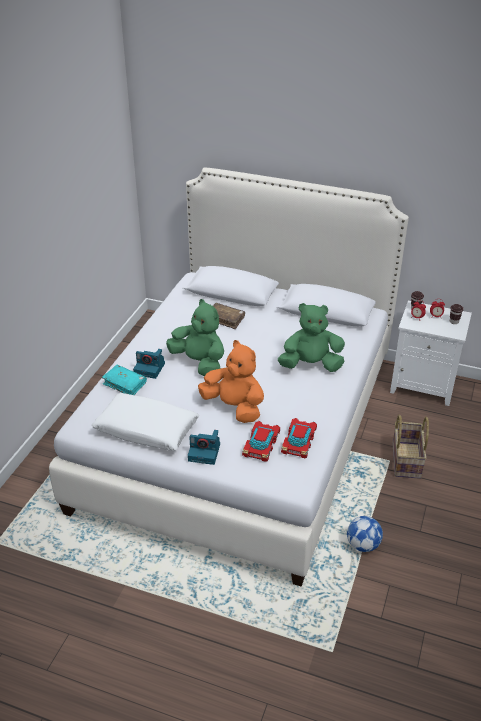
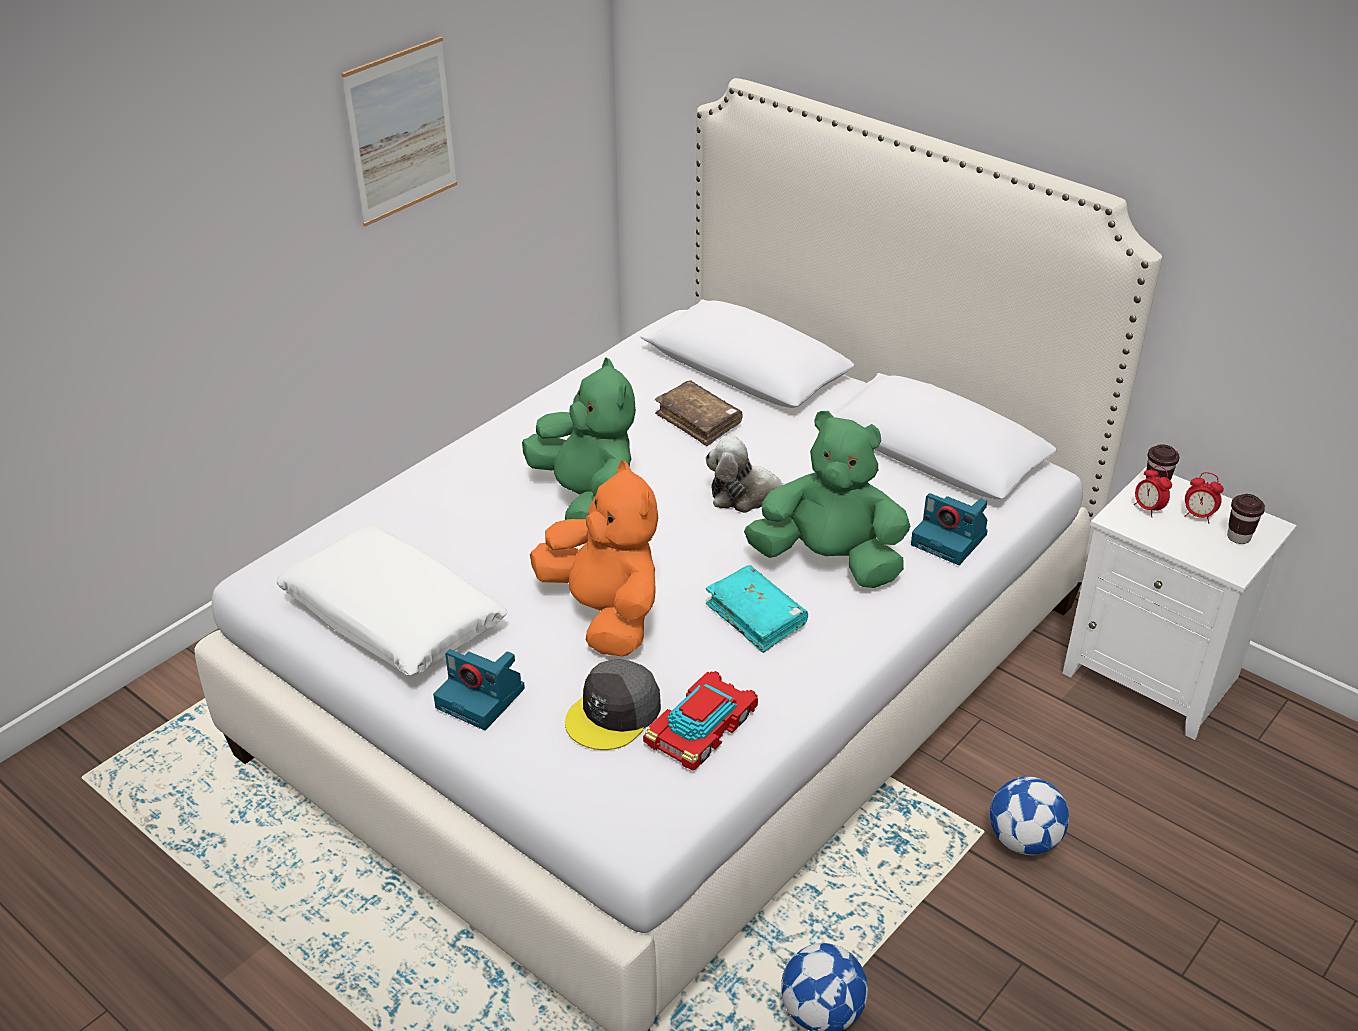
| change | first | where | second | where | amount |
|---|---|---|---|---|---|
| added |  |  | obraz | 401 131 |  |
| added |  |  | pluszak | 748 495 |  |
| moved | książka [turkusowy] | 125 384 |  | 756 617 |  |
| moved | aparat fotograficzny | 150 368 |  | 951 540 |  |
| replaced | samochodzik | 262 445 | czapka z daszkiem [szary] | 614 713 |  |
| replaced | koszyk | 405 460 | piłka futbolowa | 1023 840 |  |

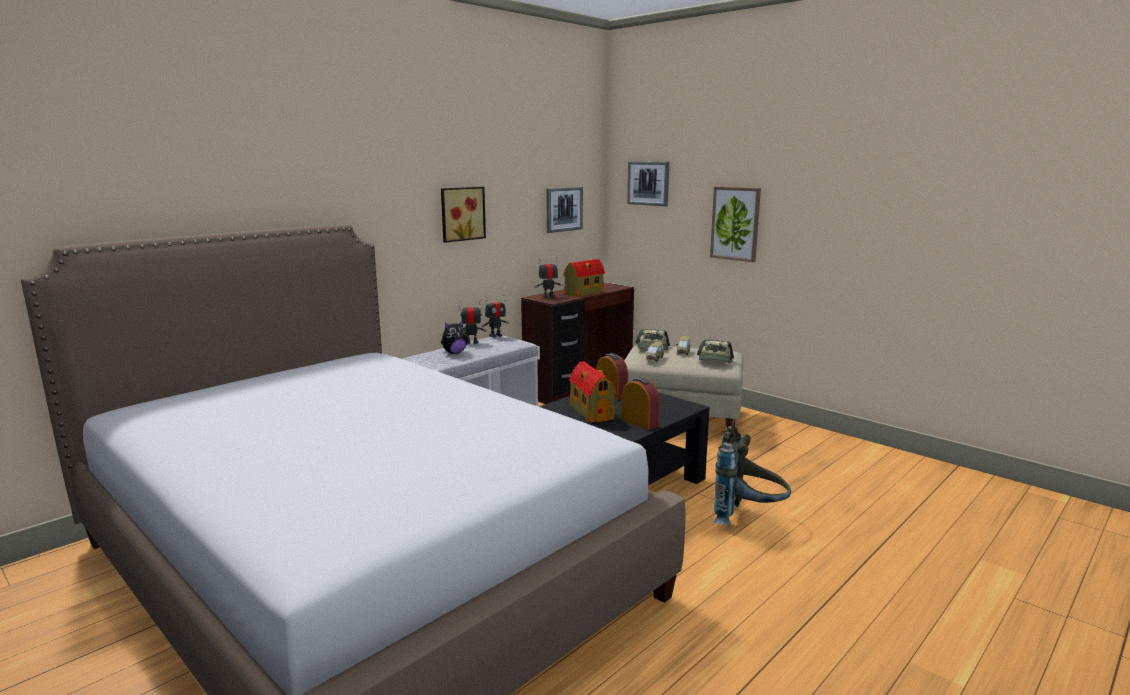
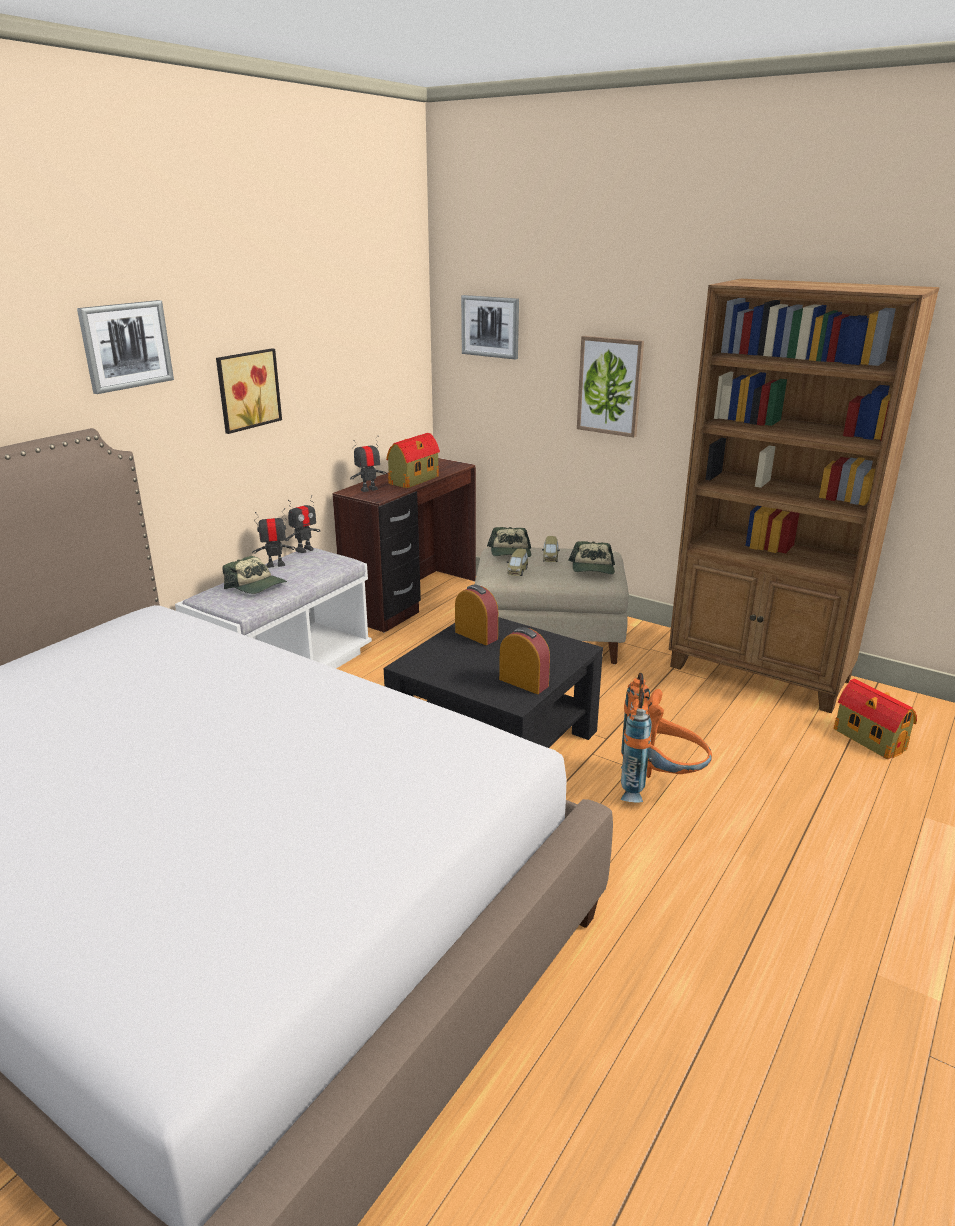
| change | first | where | second | where | amount |
|---|---|---|---|---|---|
| added |  |  | regał [brązowy] | 760 673 |  |
| moved | obraz | 563 209 |  | 126 345 |  |
| moved | domek | 591 411 |  | 868 738 |  |
| replaced | pluszak | 454 353 | czapka z daszkiem | 256 586 |  |
| recoloured | plecak [szary] | 747 518 | plecak [pomarańczowy] | 658 786 |  |

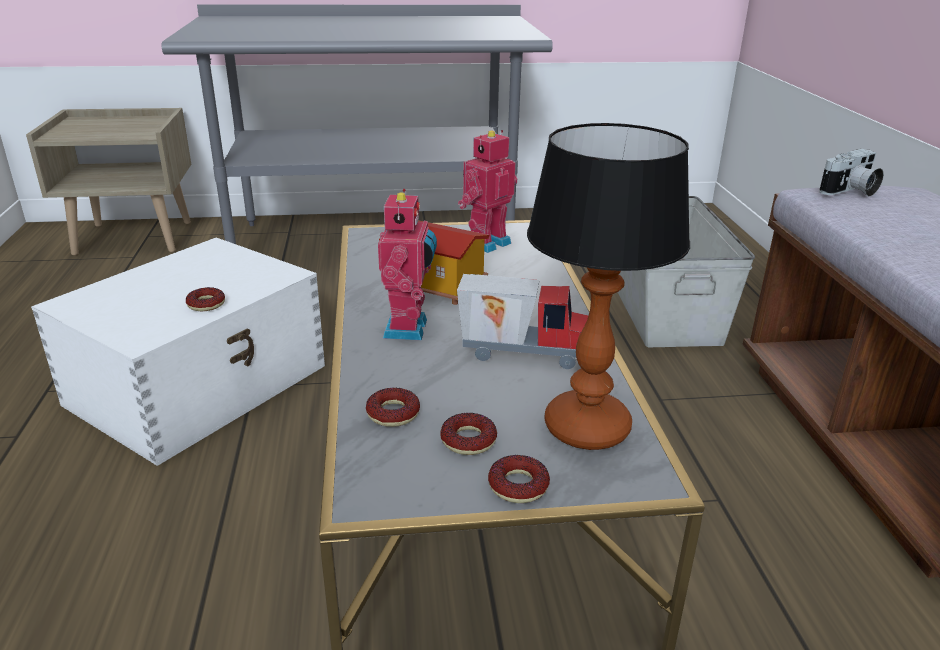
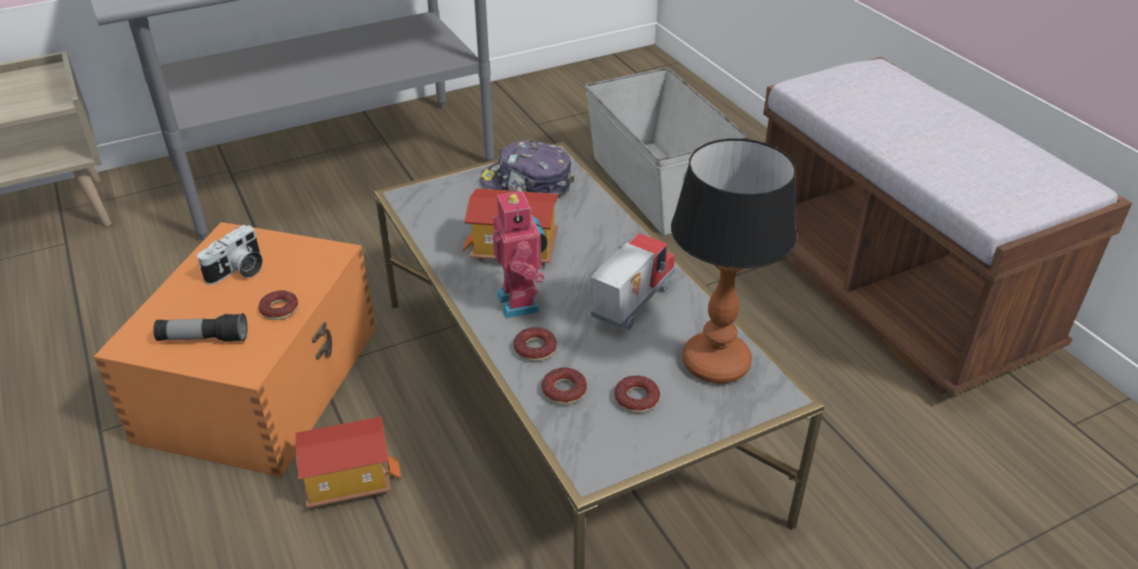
| change | first | where | second | where | amount |
|---|---|---|---|---|---|
| added |  |  | latarka | 203 339 |  |
| added |  |  | domek | 349 480 |  |
| moved | donut | 518 486 |  | 535 349 |  |
| moved | aparat fotograficzny | 850 191 |  | 238 271 |  |
| replaced | robot zabawkowy | 486 242 | czapka z daszkiem | 527 184 |  |
| recoloured | pojemnik do przechowywania [biały] | 201 384 | pojemnik do przechowywania [pomarańczowy] | 263 380 |  |
| turned | ciężarówka zabawkowa | 523 352 |  | 630 303 | 45 degrees counterclockwise |

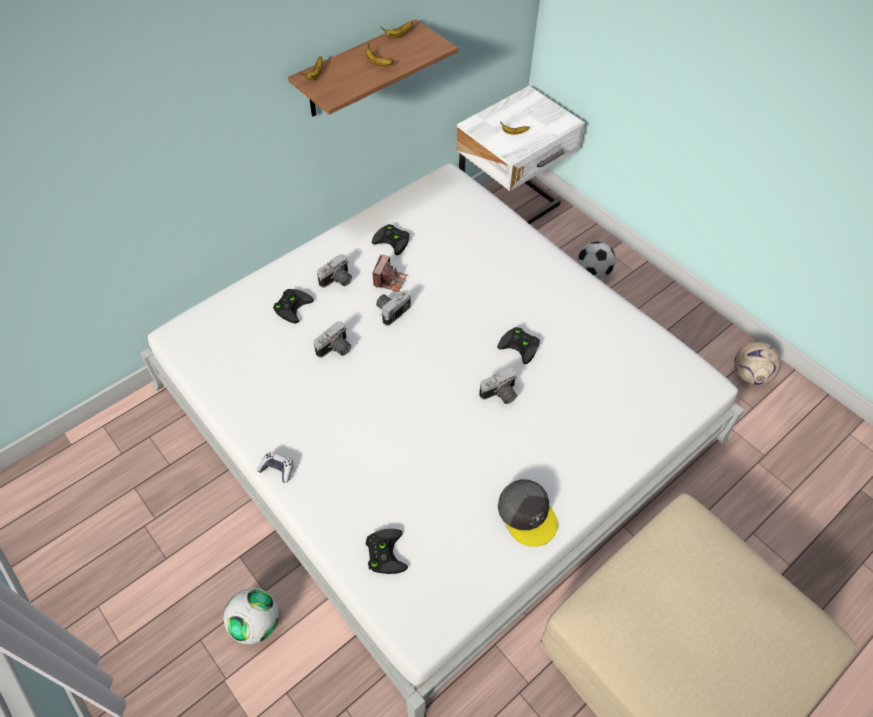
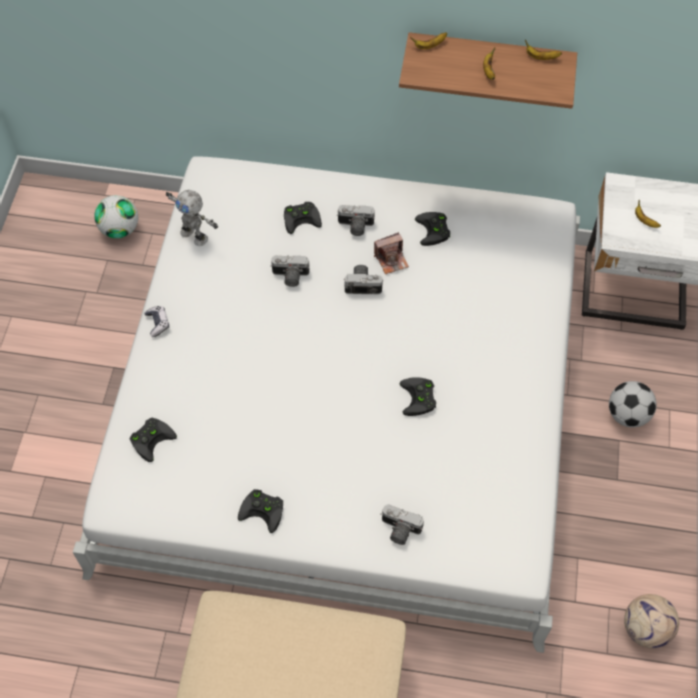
| change | first | where | second | where | amount |
|---|---|---|---|---|---|
| added |  |  | robot zabawkowy | 195 235 |  |
| moved | piłka futbolowa | 256 623 |  | 120 229 |  |
| moved | aparat fotograficzny | 500 395 |  | 399 530 |  |
| replaced | czapka z daszkiem [szary] | 527 514 | pad do gier [czarny] | 264 510 |  |

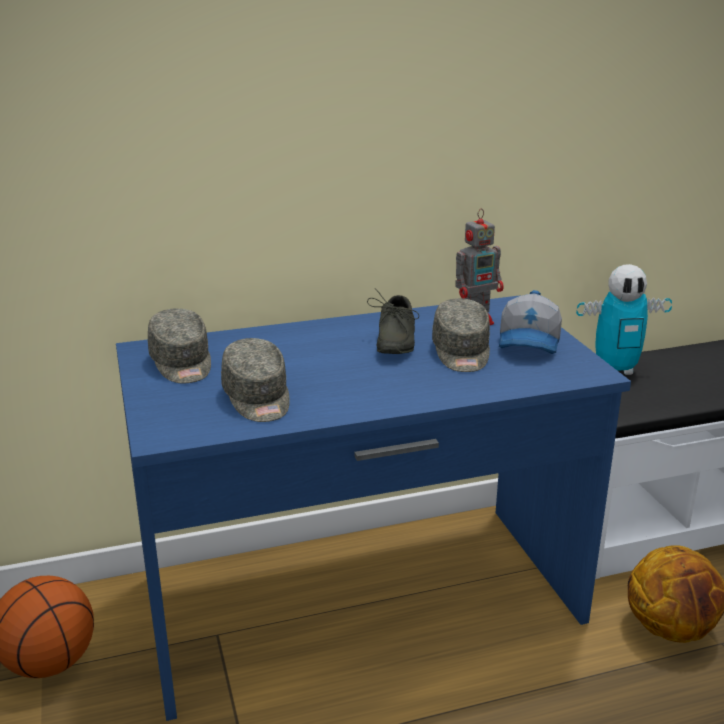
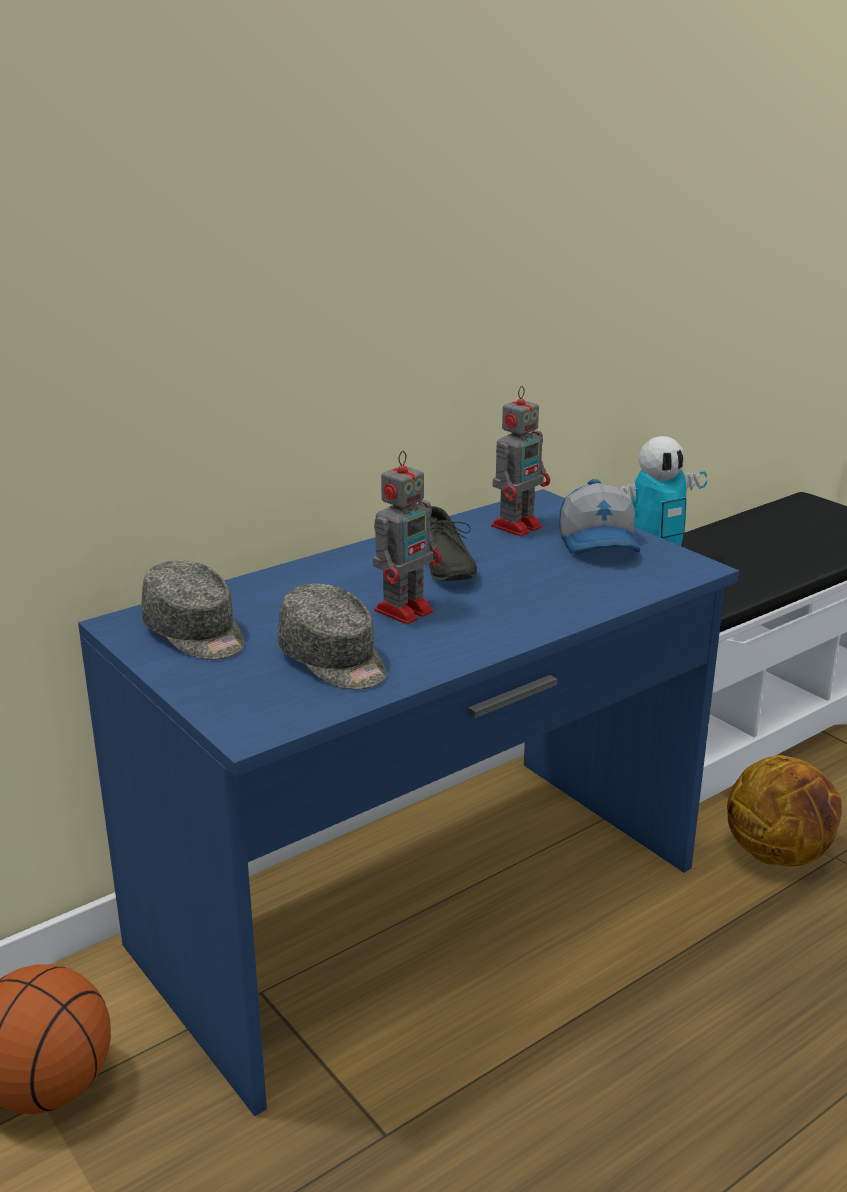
| change | first | where | second | where | amount |
|---|---|---|---|---|---|
| removed | czapka z daszkiem [szary] | 461 352 |  |  |  |
| added |  |  | robot zabawkowy | 405 610 |  |

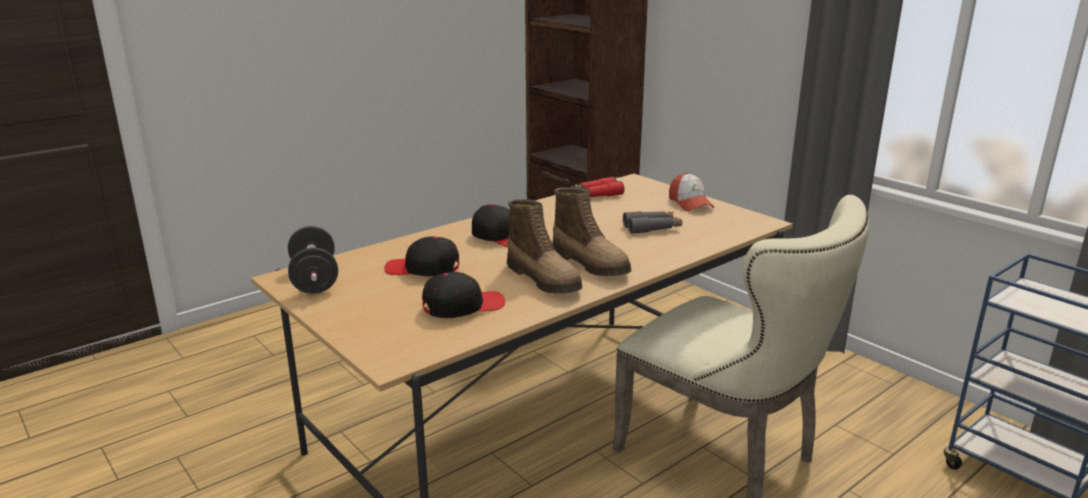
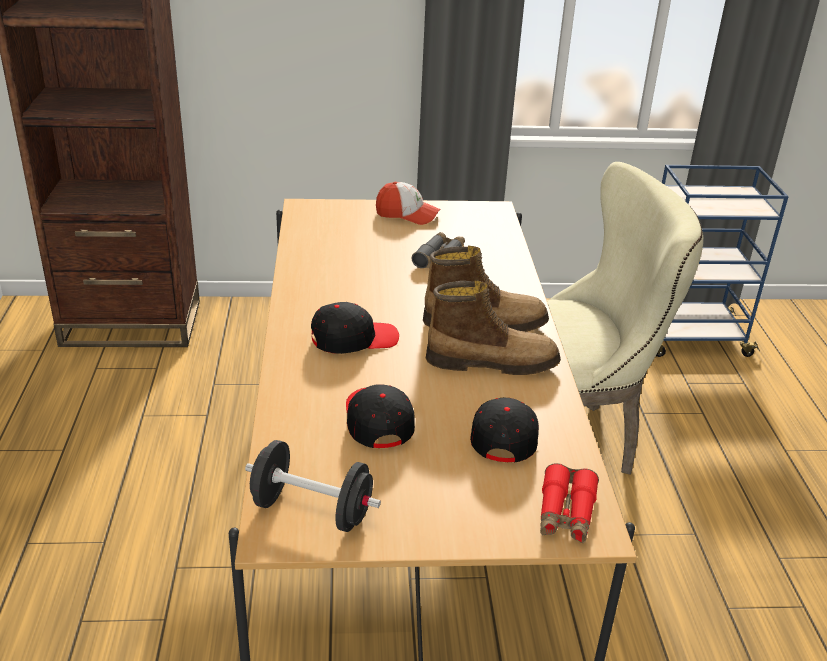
| change | first | where | second | where | amount |
|---|---|---|---|---|---|
| moved | lornetka [czerwony] | 596 195 |  | 565 513 |  |
| turned | czapka z daszkiem [czarny] | 423 269 |  | 377 421 | 120 degrees clockwise |

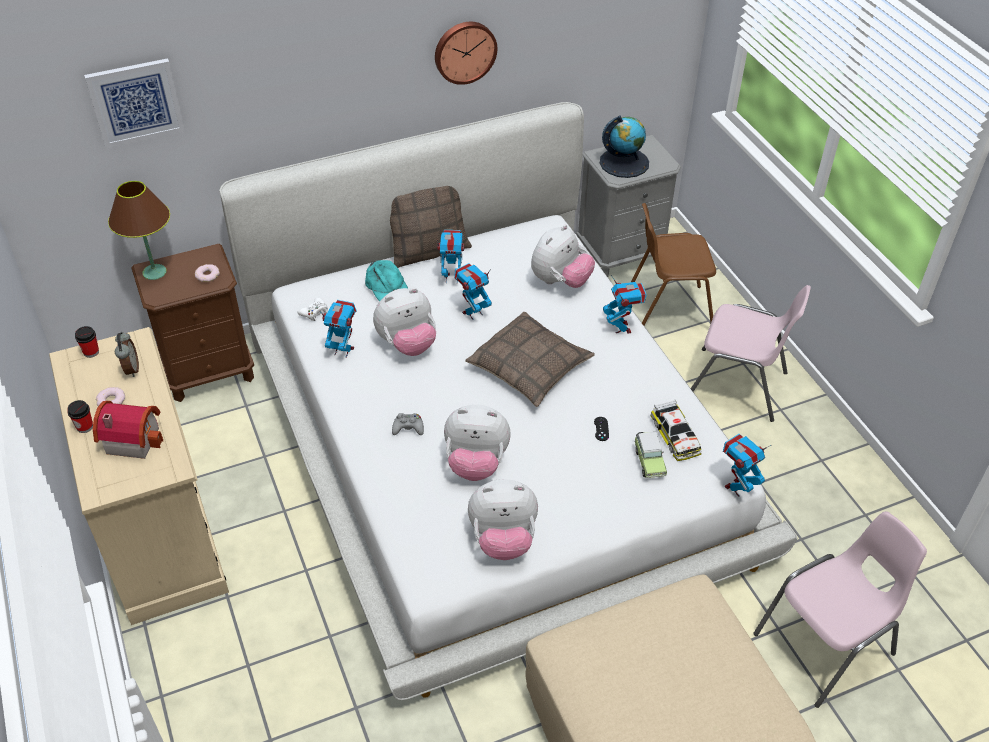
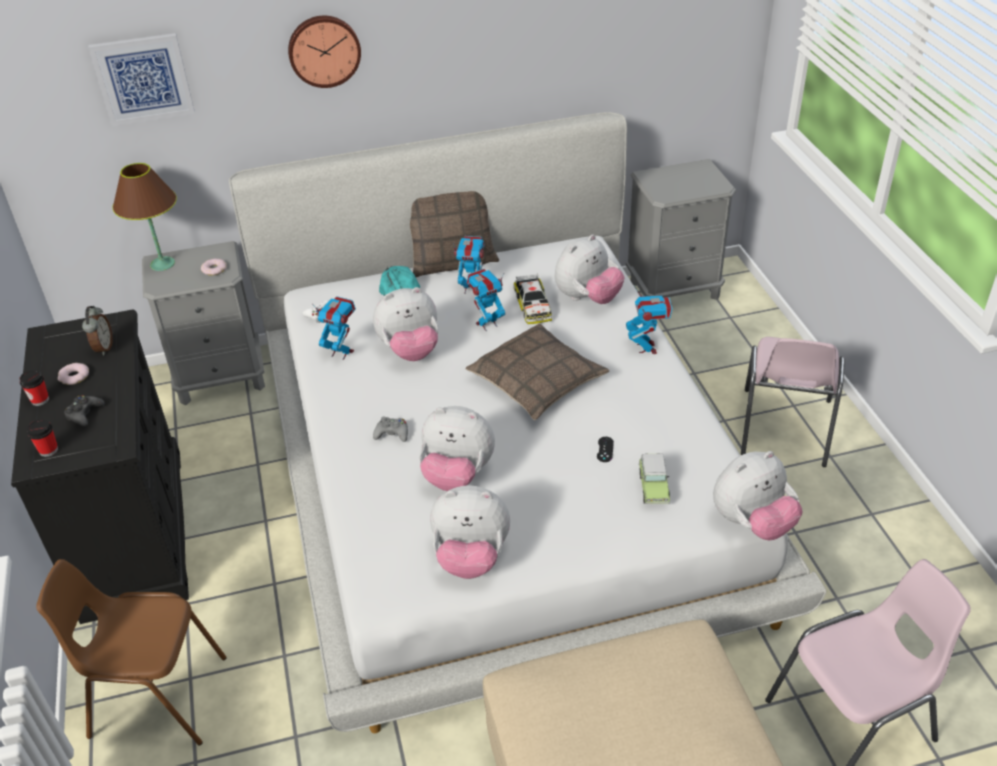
| change | first | where | second | where | amount |
|---|---|---|---|---|---|
| removed | globus | 624 162 |  |  |  |
| moved | filiżanka | 91 352 |  | 48 450 |  |
| moved | zegar ścienny | 464 51 |  | 324 50 |  |
| moved | krzesło [brązowy] | 668 310 |  | 157 697 |  |
| moved | samochodzik | 675 436 |  | 533 305 |  |
| replaced | domek | 132 438 | pad do gier [czarny] | 84 414 |  |
| replaced | robot zabawkowy | 737 487 | pluszak | 752 523 |  |
| recoloured | komoda [beżowy] | 161 530 | komoda [czarny] | 134 530 |  |
| recoloured | szafka nocna [brązowy] | 209 371 | szafka nocna [szary] | 221 378 |  |
| turned | krzesło [różowy] | 738 386 |  | 784 428 | 75 degrees clockwise |

